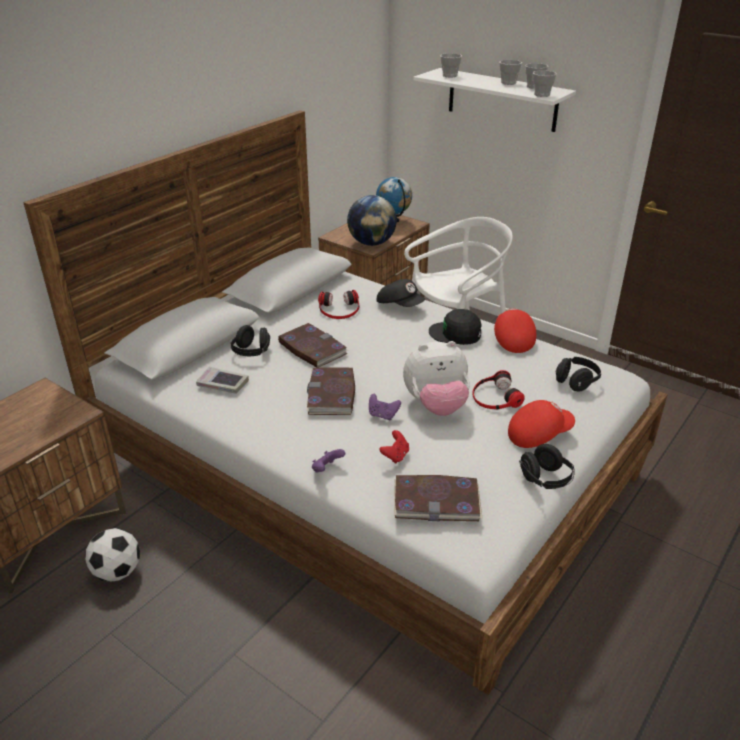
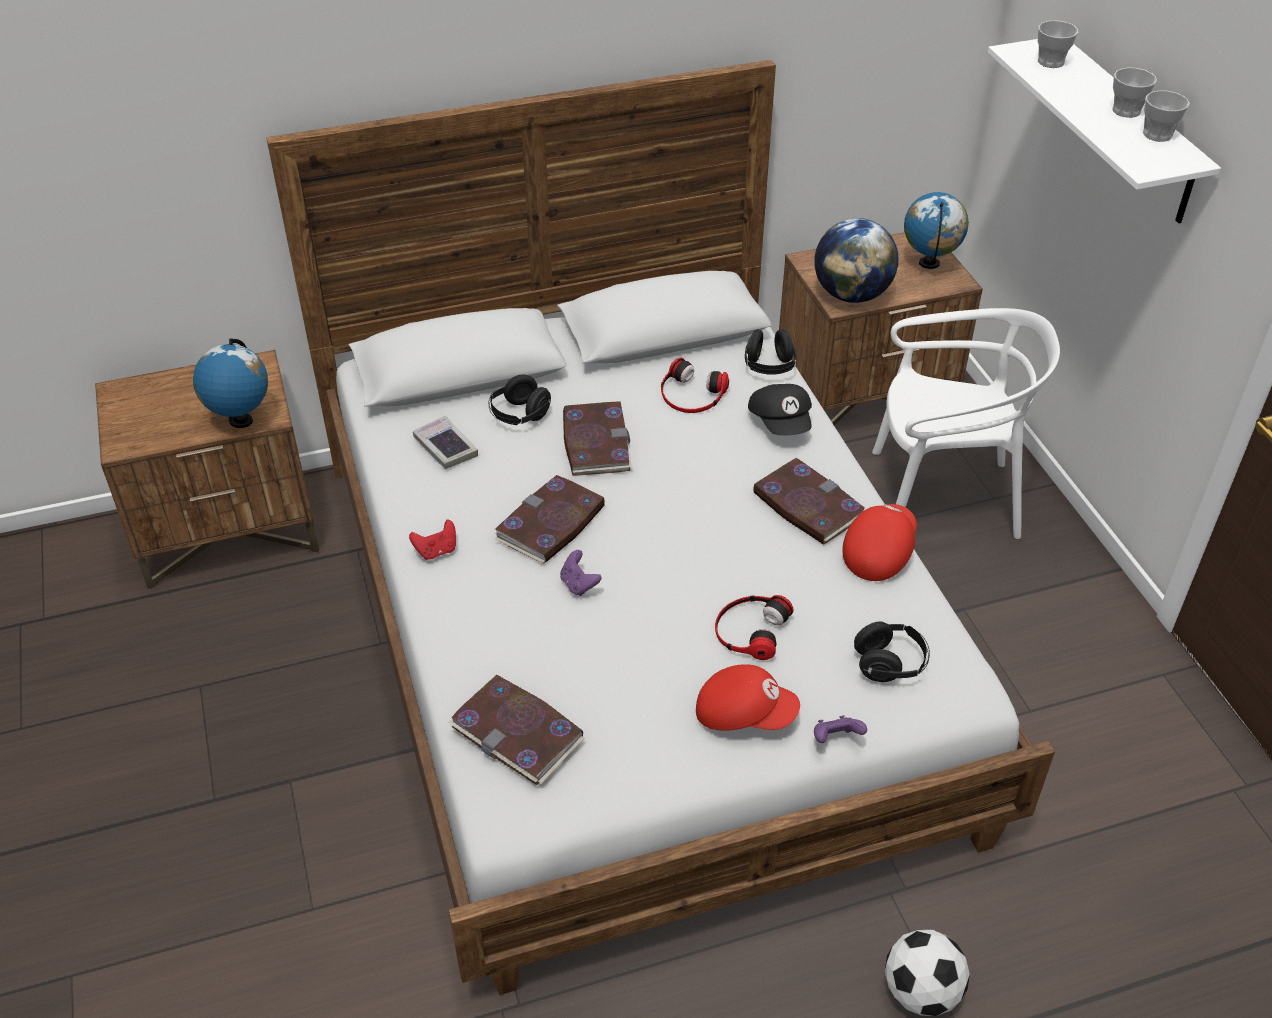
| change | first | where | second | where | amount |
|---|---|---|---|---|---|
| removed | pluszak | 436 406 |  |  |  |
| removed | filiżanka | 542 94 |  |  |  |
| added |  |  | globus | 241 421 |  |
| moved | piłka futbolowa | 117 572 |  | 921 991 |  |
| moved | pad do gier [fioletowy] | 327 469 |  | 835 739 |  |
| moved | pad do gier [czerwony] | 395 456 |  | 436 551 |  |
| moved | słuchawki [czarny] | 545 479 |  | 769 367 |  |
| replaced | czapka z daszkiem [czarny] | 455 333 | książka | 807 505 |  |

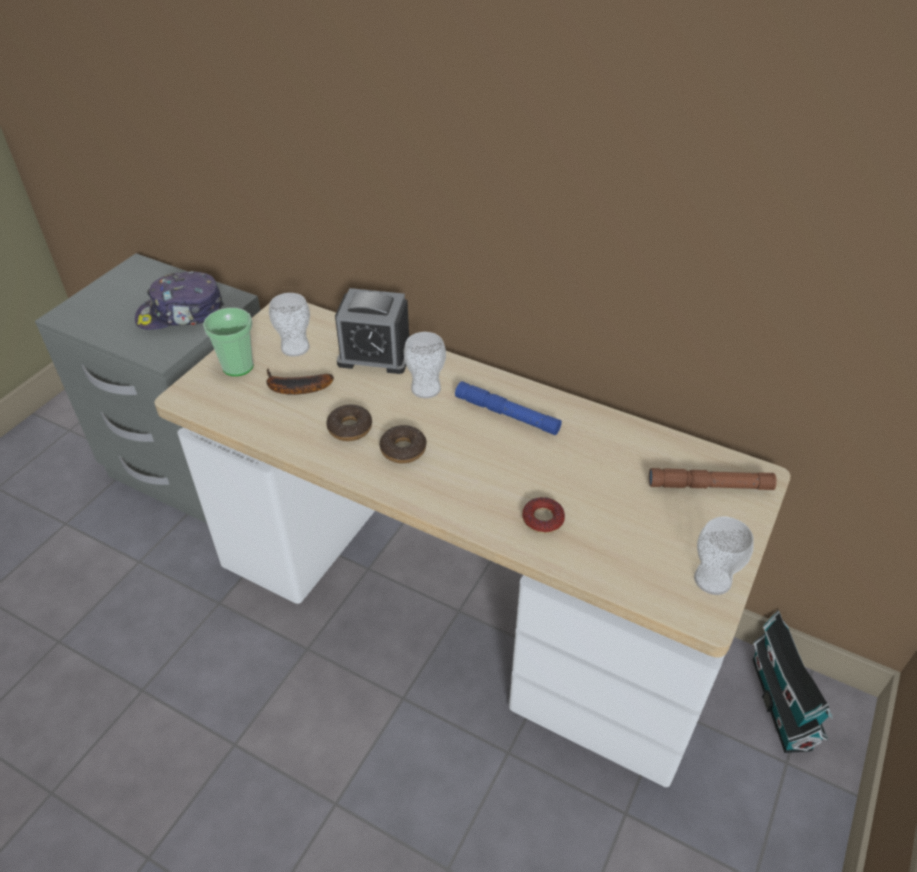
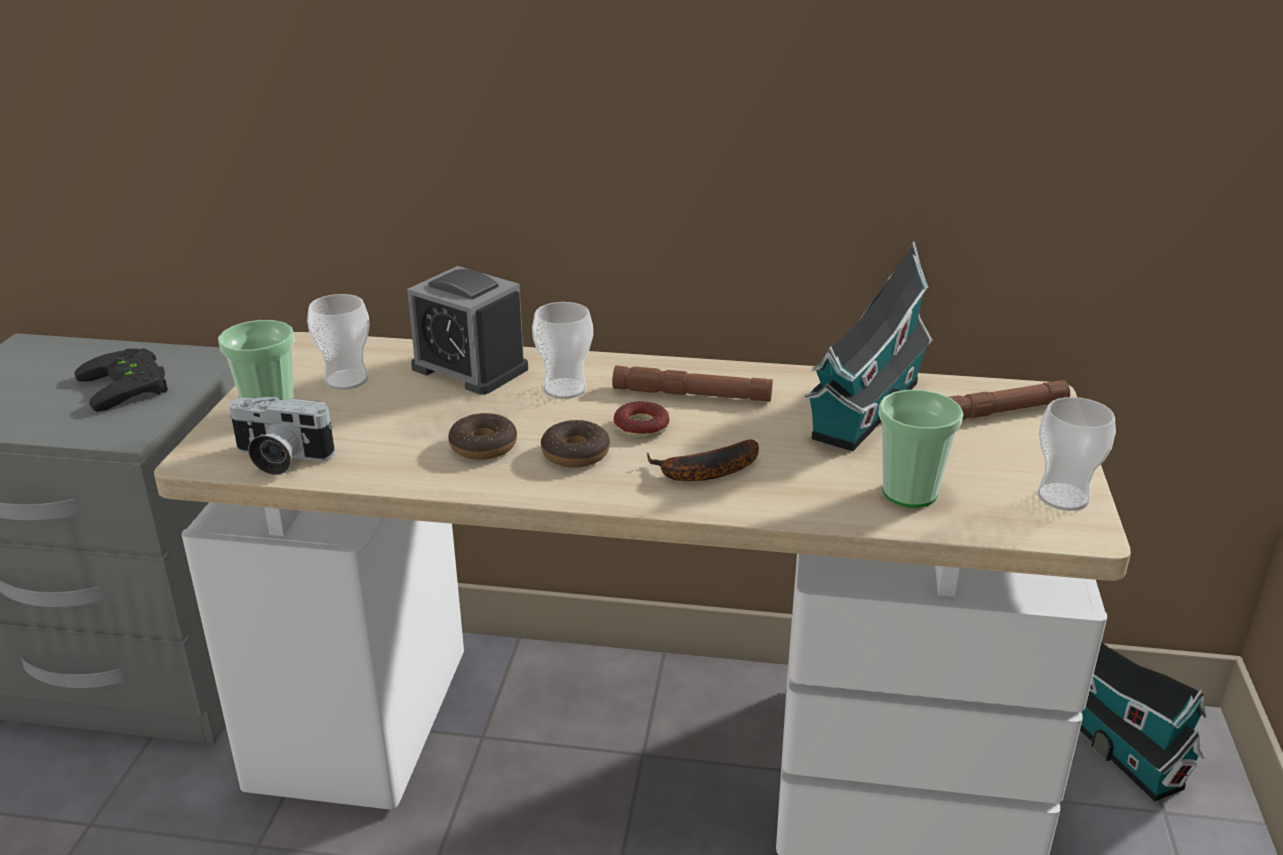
| change | first | where | second | where | amount |
|---|---|---|---|---|---|
| added |  |  | aparat fotograficzny | 279 459 |  |
| added |  |  | domek | 863 413 |  |
| added |  |  | filiżanka | 909 493 |  |
| moved | banan | 294 388 |  | 704 472 |  |
| moved | donut | 543 519 |  | 641 427 |  |
| replaced | czapka z daszkiem | 181 314 | pad do gier [czarny] | 131 385 |  |
| recoloured | latarka [niebieski] | 507 414 | latarka [brązowy] | 692 394 |  |
| turned | budzik | 375 355 |  | 470 368 | 45 degrees clockwise |

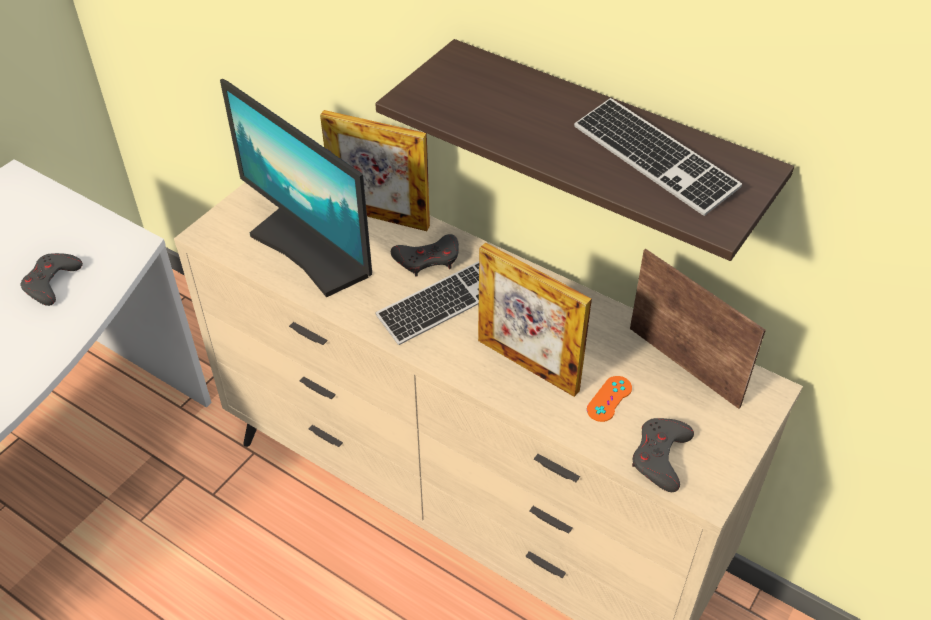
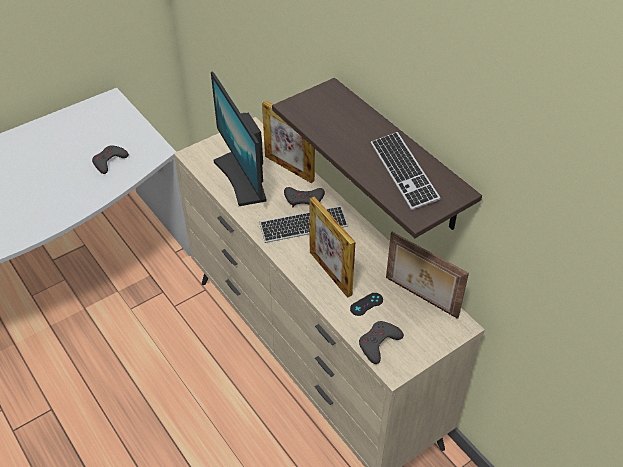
| change | first | where | second | where | amount |
|---|---|---|---|---|---|
| recoloured | pad do gier [pomarańczowy] | 609 399 | pad do gier [czarny] | 366 304 |  |
| turned | ramka na zdjęcie | 685 365 |  | 420 298 | 150 degrees clockwise |

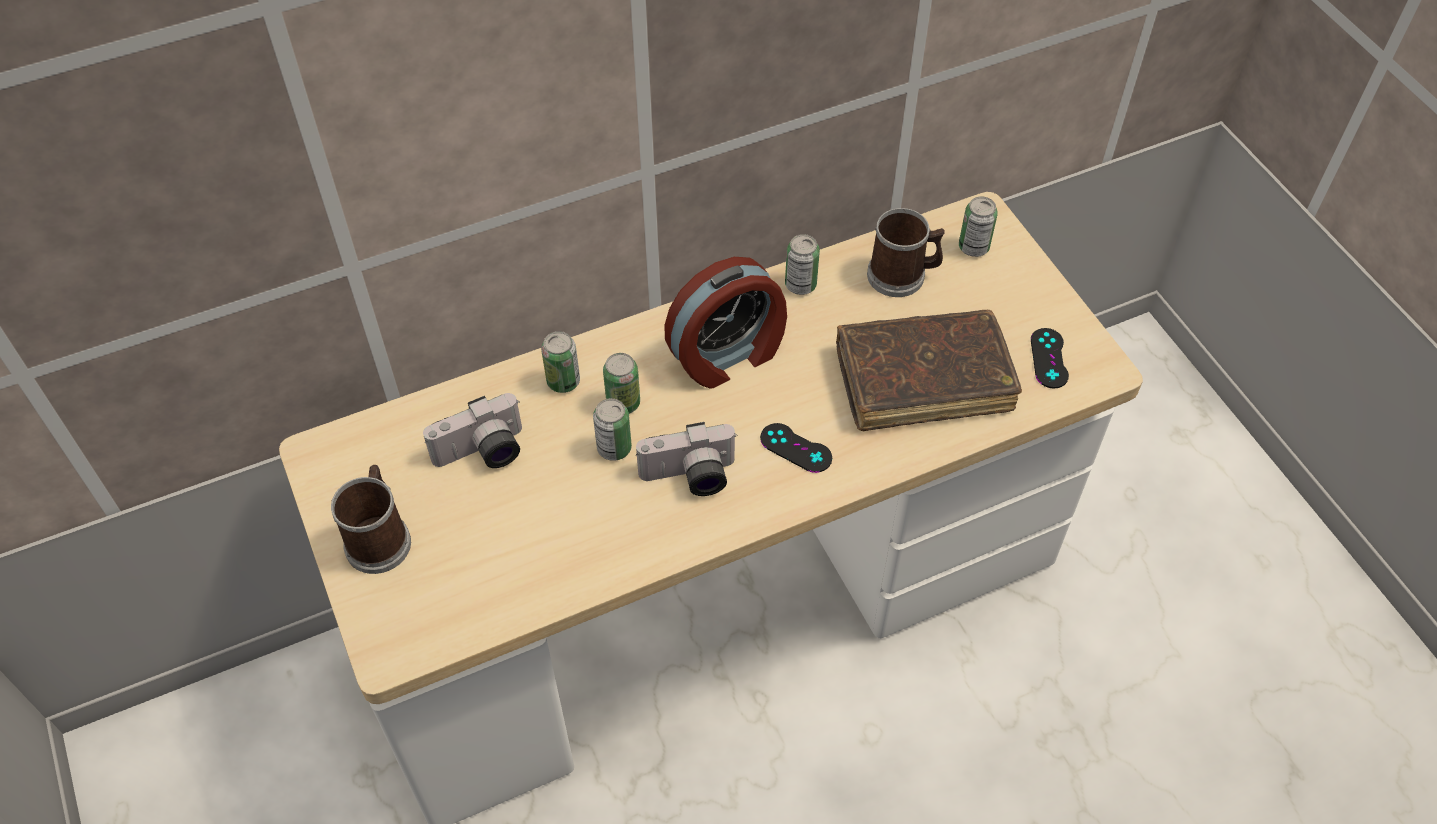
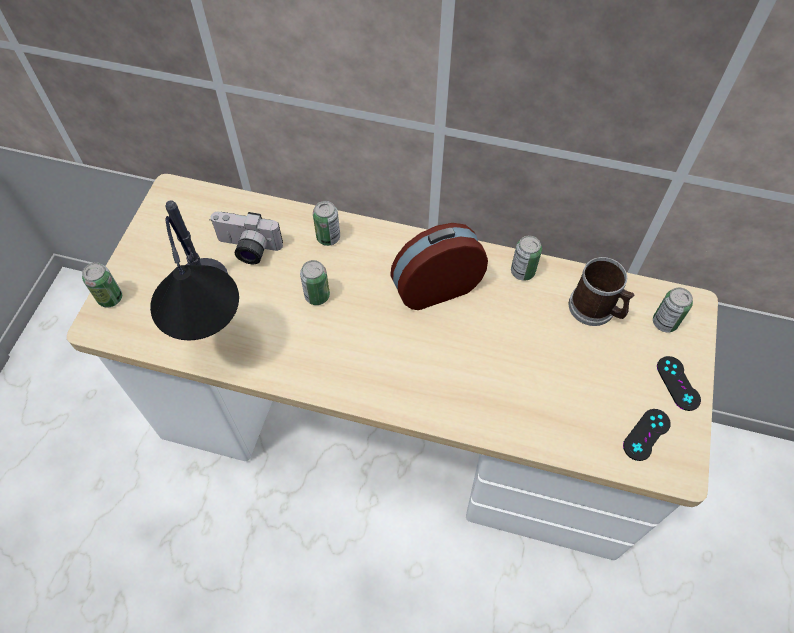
| change | first | where | second | where | amount |
|---|---|---|---|---|---|
| removed | kubek | 380 538 |  |  |  |
| removed | aparat fotograficzny | 689 478 |  |  |  |
| removed | książka [brązowy] | 923 379 |  |  |  |
| added |  |  | lampa stołowa | 212 325 |  |
| moved | puszka | 623 403 |  | 110 298 |  |
| moved | pad do gier [czarny] | 796 448 |  | 678 383 |  |
| turned | budzik | 728 355 |  | 435 286 | 150 degrees clockwise |

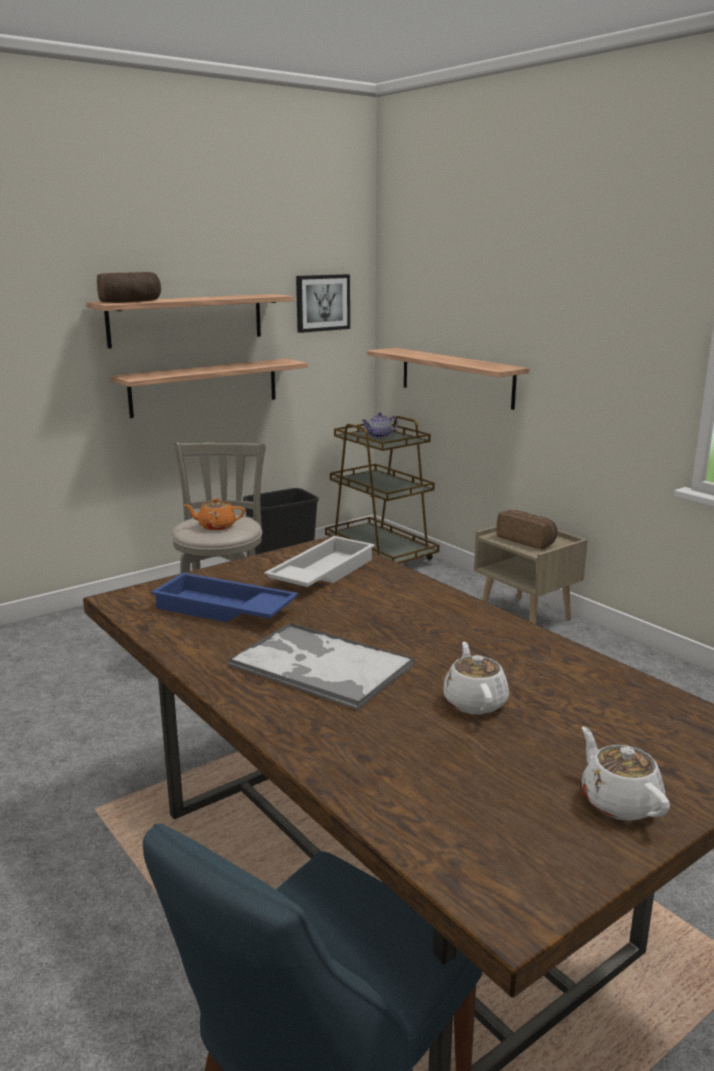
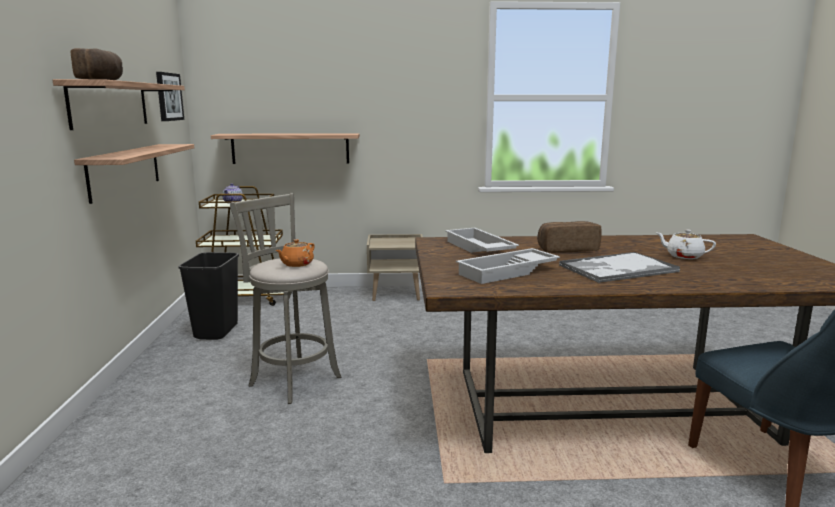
| change | first | where | second | where | amount |
|---|---|---|---|---|---|
| removed | imbryk [biały] | 619 801 |  |  |  |
| moved | chleb | 527 540 |  | 567 249 |  |
| recoloured | taca [niebieski] | 223 610 | taca [biały] | 508 272 |  |

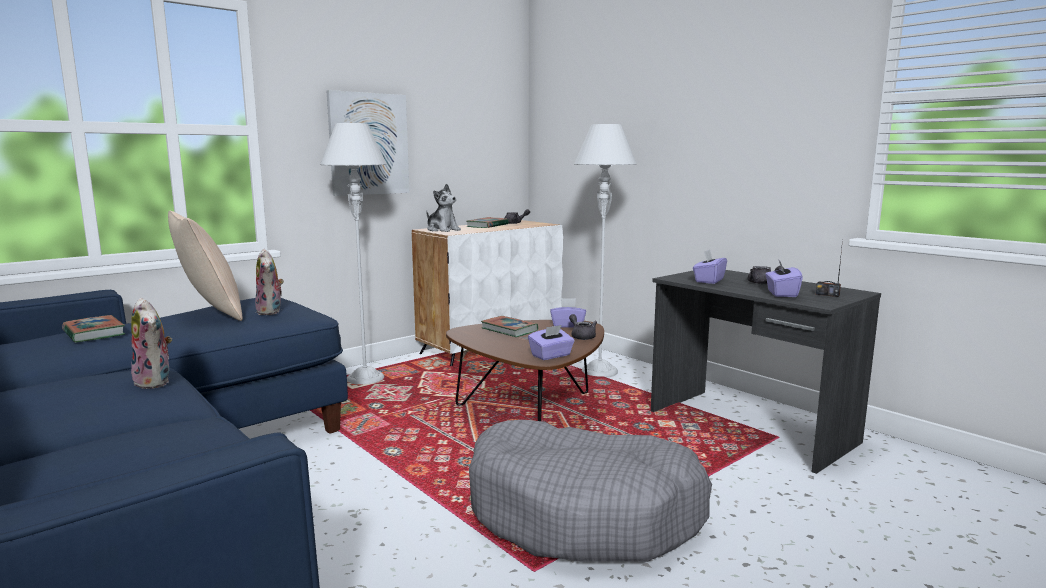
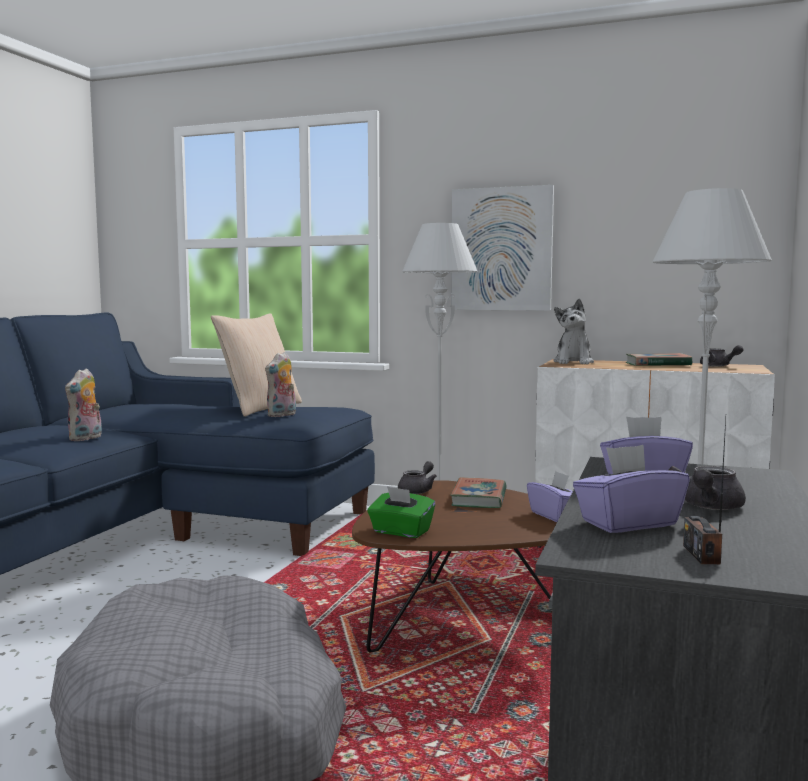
| change | first | where | second | where | amount |
|---|---|---|---|---|---|
| removed | książka | 94 333 |  |  |  |
| moved | imbryk [szary] | 582 336 |  | 418 490 |  |
| recoloured | pudełko chusteczek [fioletowy] | 551 355 | pudełko chusteczek [zielony] | 401 532 |  |

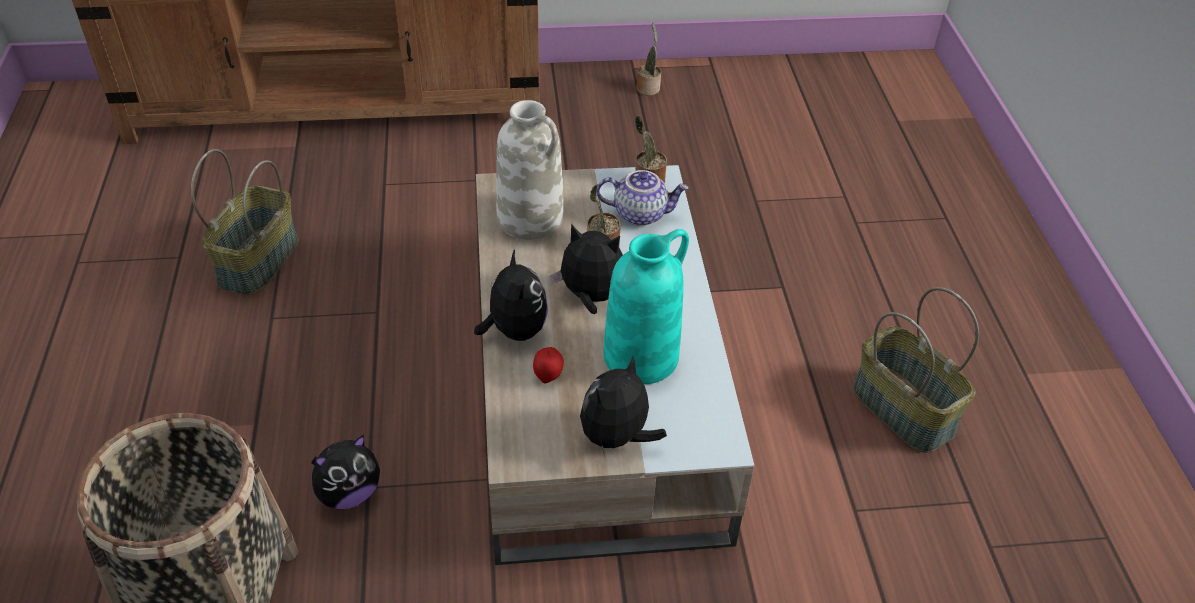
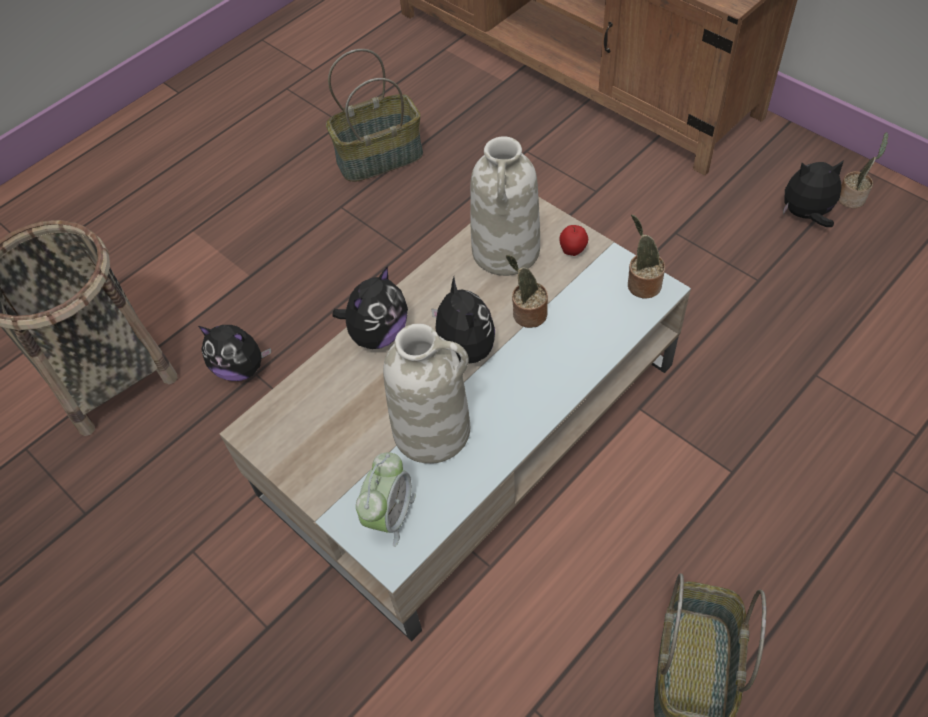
| change | first | where | second | where | amount |
|---|---|---|---|---|---|
| removed | imbryk | 641 213 |  |  |  |
| added |  |  | budzik | 390 515 |  |
| moved | jabłko | 548 377 |  | 573 251 |  |
| moved | pluszak | 617 438 |  | 806 215 |  |
| recoloured | wazon [turkusowy] | 641 356 | wazon [biały] | 433 430 |  |

